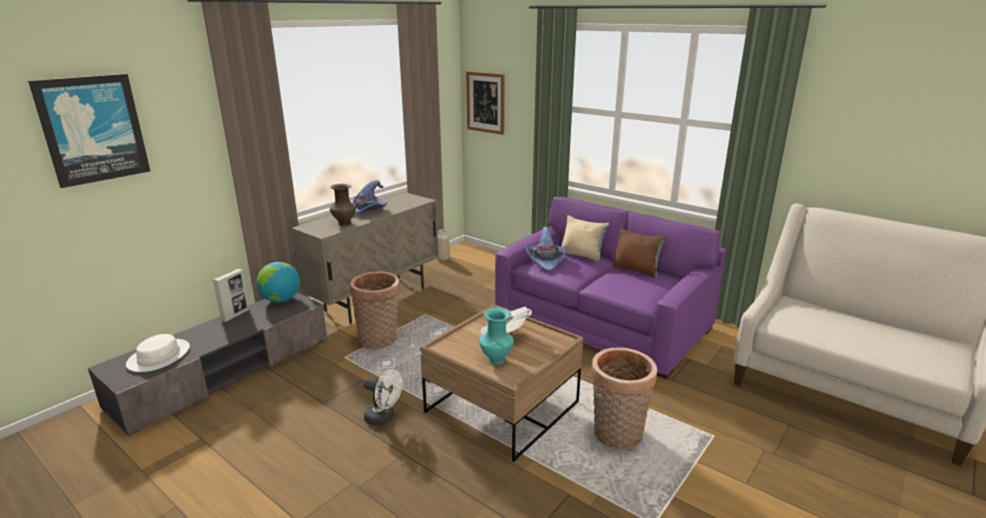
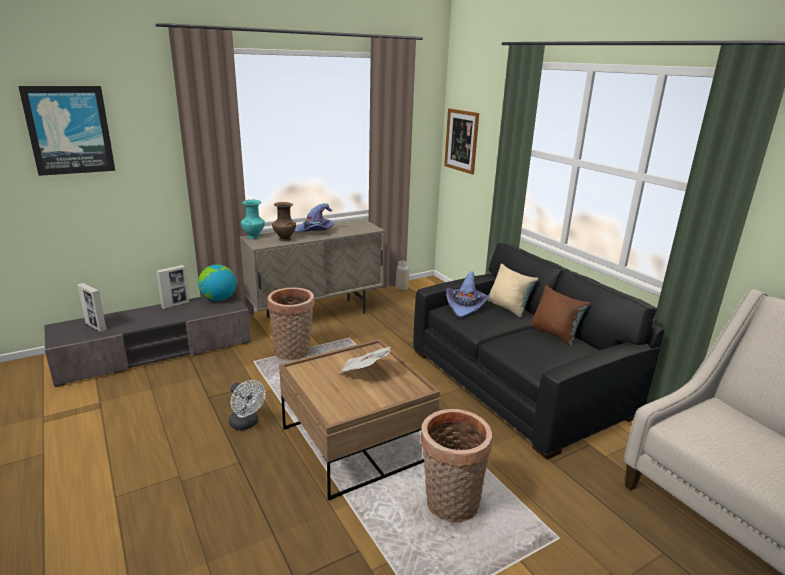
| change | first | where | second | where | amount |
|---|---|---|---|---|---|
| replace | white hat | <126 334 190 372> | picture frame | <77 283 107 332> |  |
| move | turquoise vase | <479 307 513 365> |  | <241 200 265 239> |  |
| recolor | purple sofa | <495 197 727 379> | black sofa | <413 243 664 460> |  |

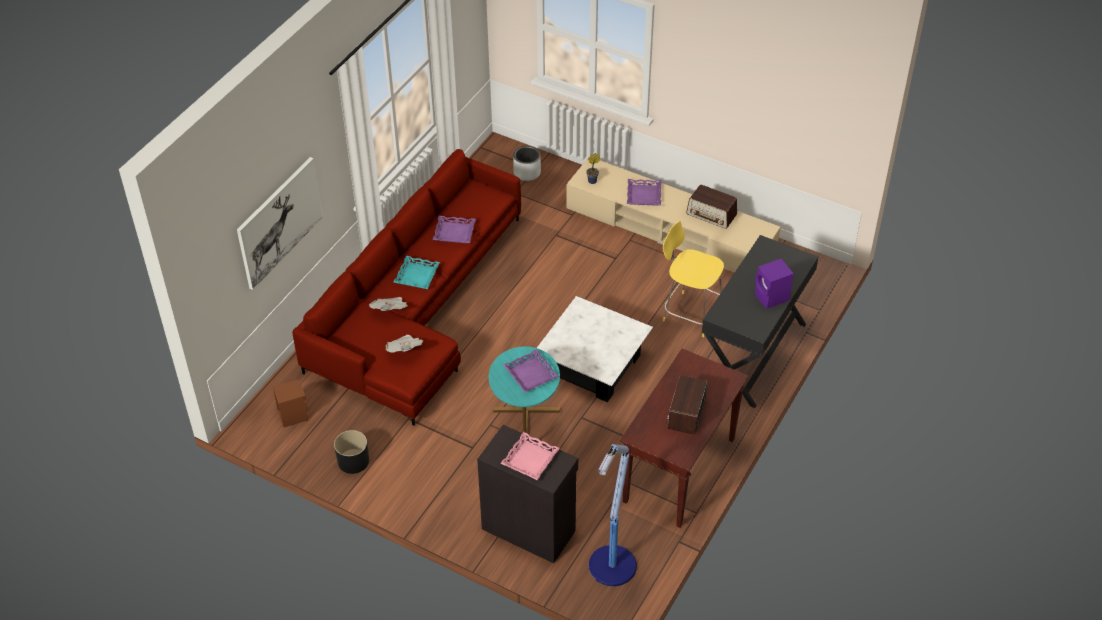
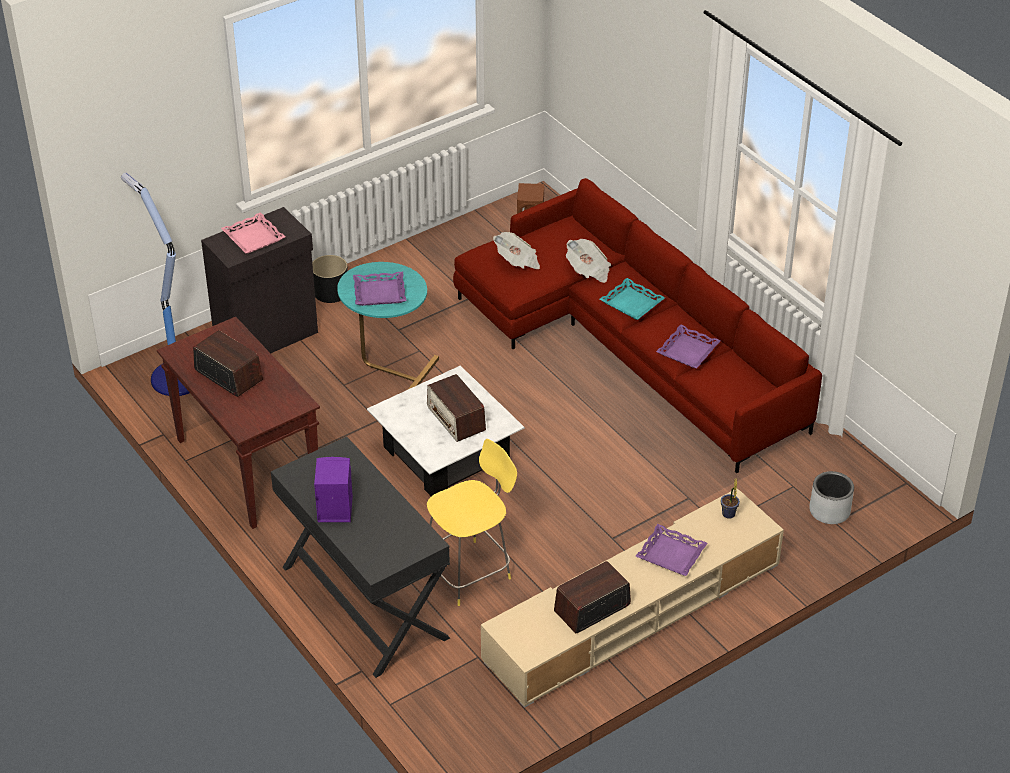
| change | first | where | second | where | amount |
|---|---|---|---|---|---|
| move | black planter | <334 430 369 474> |  | <312 255 348 303> |  |
| insert |  |  | radio | <427 374 486 442> |  |
| delete | picture | <237 157 323 290> |  |  |  |

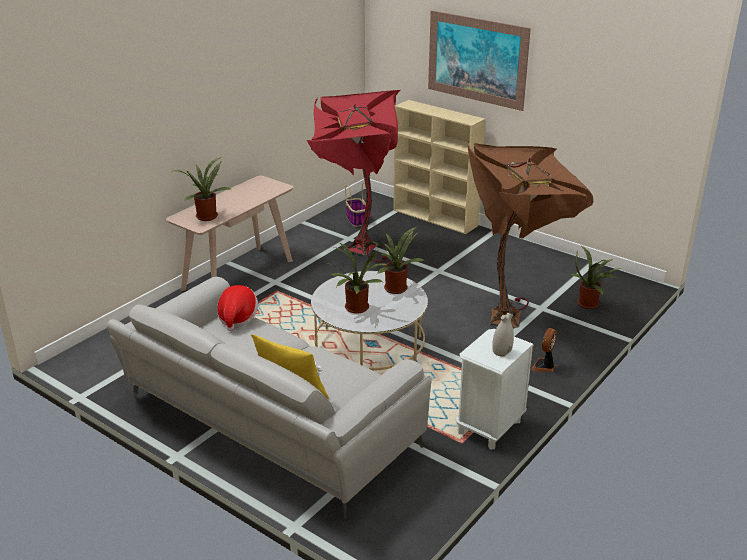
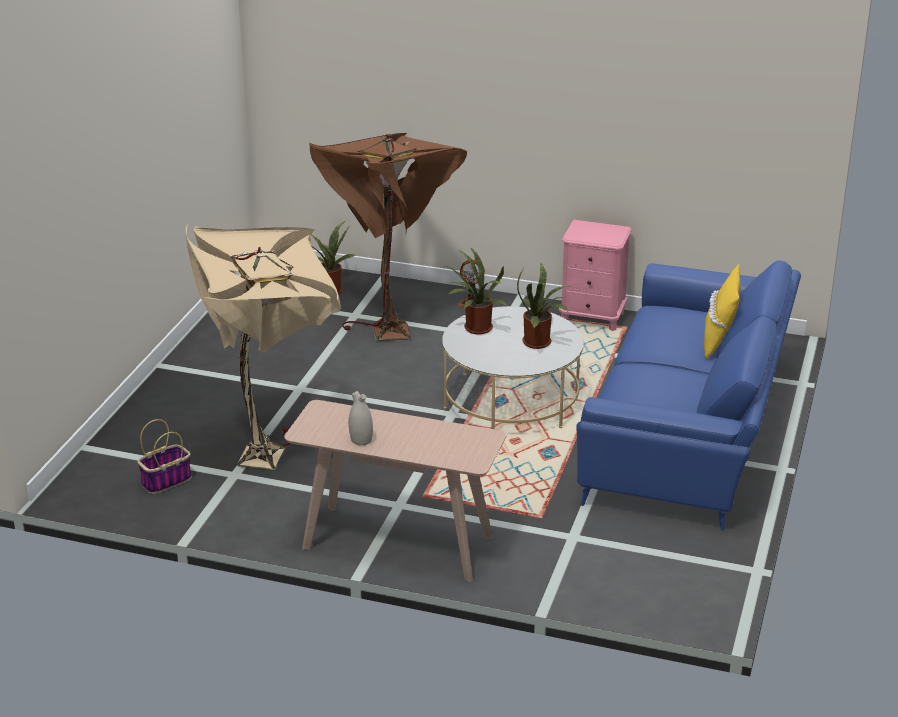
| change | first | where | second | where | amount |
|---|---|---|---|---|---|
| recolor | red floor lamp | <307 90 400 262> | beige floor lamp | <186 223 342 470> |  |
| move | white vase | <492 313 514 356> |  | <348 391 373 445> |  |
| recolor | white nightstand | <456 329 534 450> | pink nightstand | <559 220 632 331> |  |
| recolor | grey sofa | <107 277 431 519> | blue sofa | <576 260 801 531> |  |
| delete | potted plant | <176 157 232 221> |  |  |  |
| delete | hat | <217 285 258 331> |  |  |  |
| delete | beige bookcase | <393 100 485 234> |  |  |  |
| delete | picture | <428 10 531 111> |  |  |  |

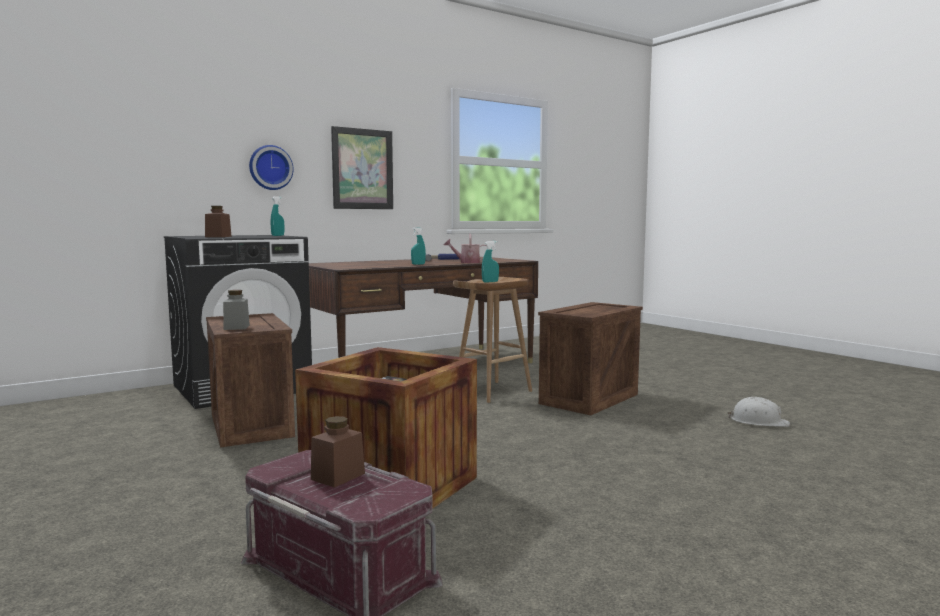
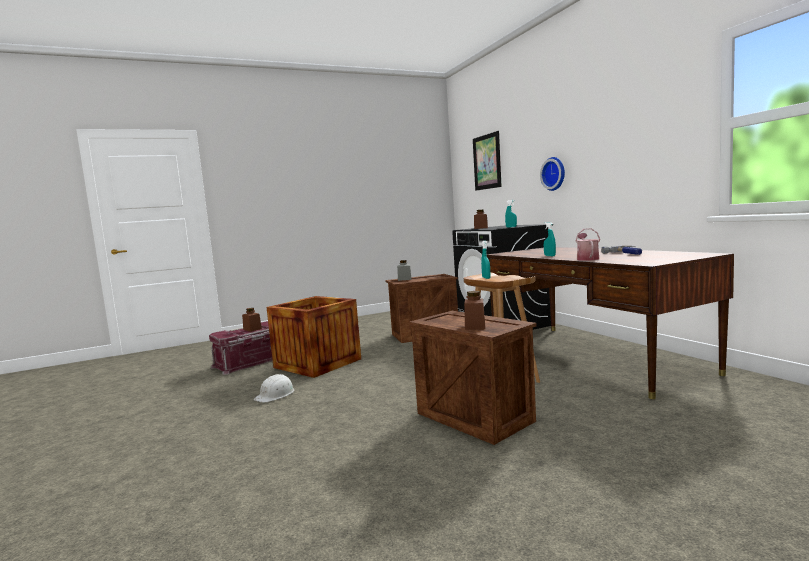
| change | first | where | second | where | amount |
|---|---|---|---|---|---|
| move | white hard hat | <728 397 790 427> |  | <254 374 294 403> |  |
| insert |  |  | brown jar | <464 291 485 330> |  |
| move | picture | <331 126 393 209> |  | <473 131 502 191> |  |

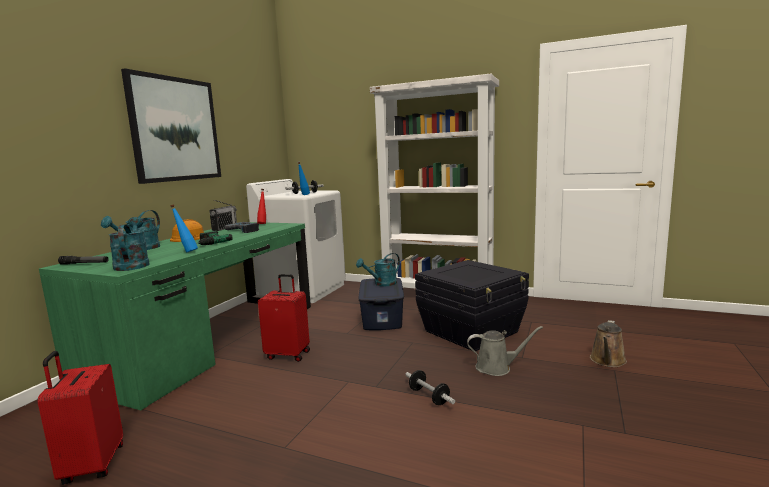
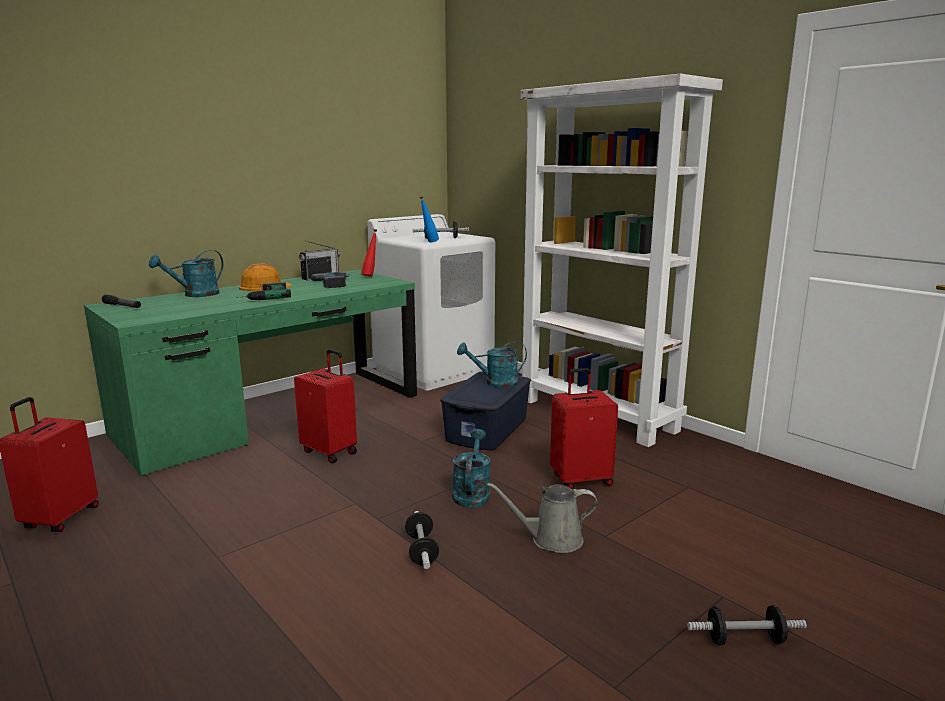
| change | first | where | second | where | amount |
|---|---|---|---|---|---|
| move | turquoise watering can | <109 217 149 271> |  | <452 429 490 508> |  |
| rotate | grey watering can | <467 326 543 376> |  | <487 483 598 553> | 150 degrees clockwise |
| replace | black storage box | <415 260 529 351> | red suitcase | <550 368 618 489> |  |
| insert |  |  | dumbbell | <687 605 807 645> |  |
| delete | picture | <121 68 221 184> |  |  |  |
| delete | blue bottle | <171 204 198 253> |  |  |  |
| delete | brown watering can | <590 320 627 367> |  |  |  |

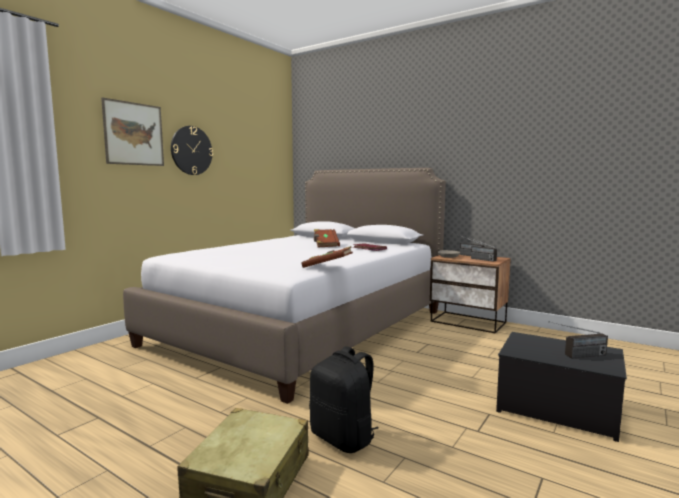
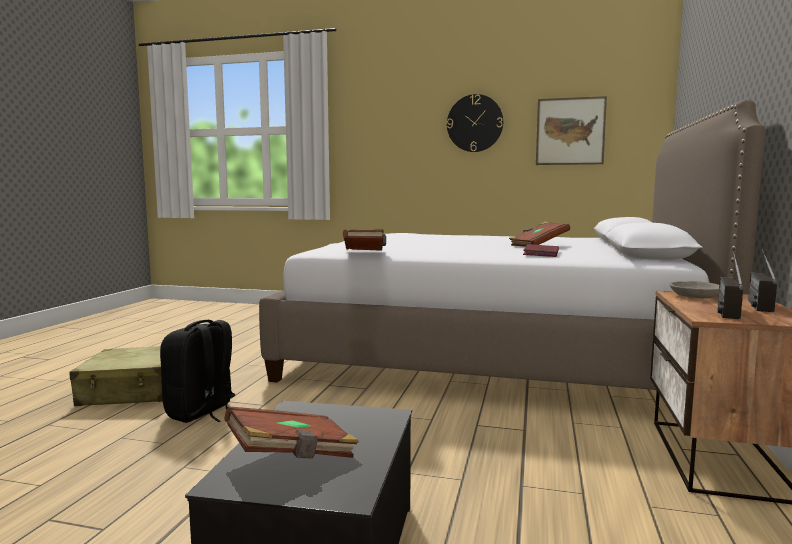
| change | first | where | second | where | amount |
|---|---|---|---|---|---|
| replace | radio | <550 322 608 359> | brown book | <224 406 359 458> |  |
| move | picture | <101 97 164 166> |  | <536 96 607 165> |  |

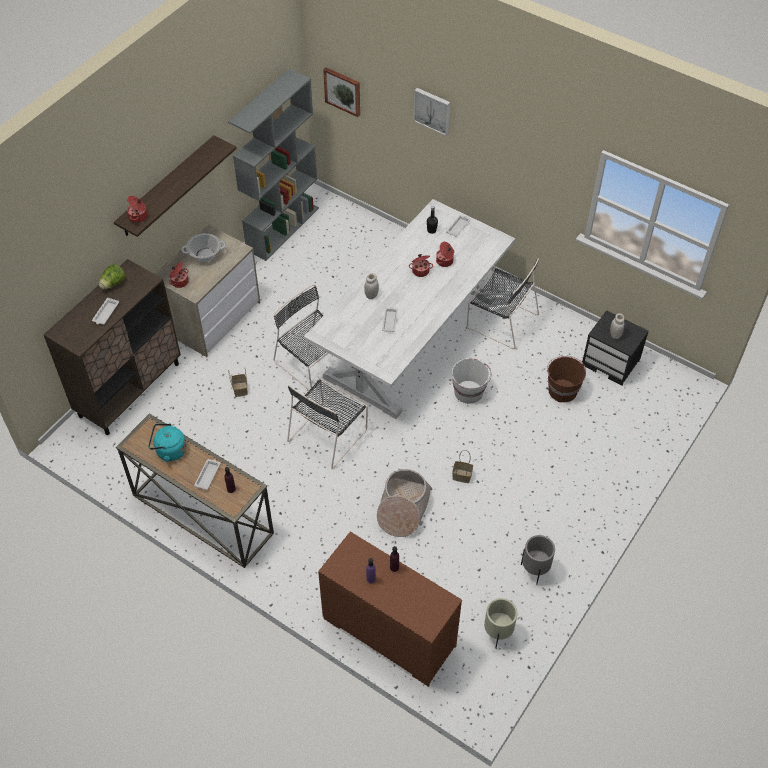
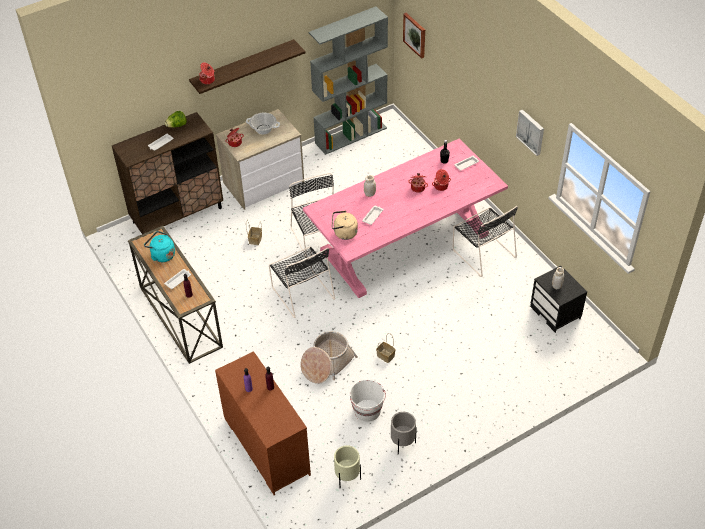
| change | first | where | second | where | amount |
|---|---|---|---|---|---|
| rotate | black chair | <287 378 368 469> |  | <269 246 335 318> | 90 degrees counterclockwise |
| recolor | white dining table | <304 199 515 419> | pink dining table | <303 139 508 298> |  |
| insert |  |  | beige kettle | <332 211 358 240> |  |
| move | white bucket | <452 358 491 404> |  | <350 380 386 422> |  |
| move | picture | <413 88 450 136> |  | <516 109 544 156> |  |
| delete | brown bucket | <547 356 586 402> |  |  |  |

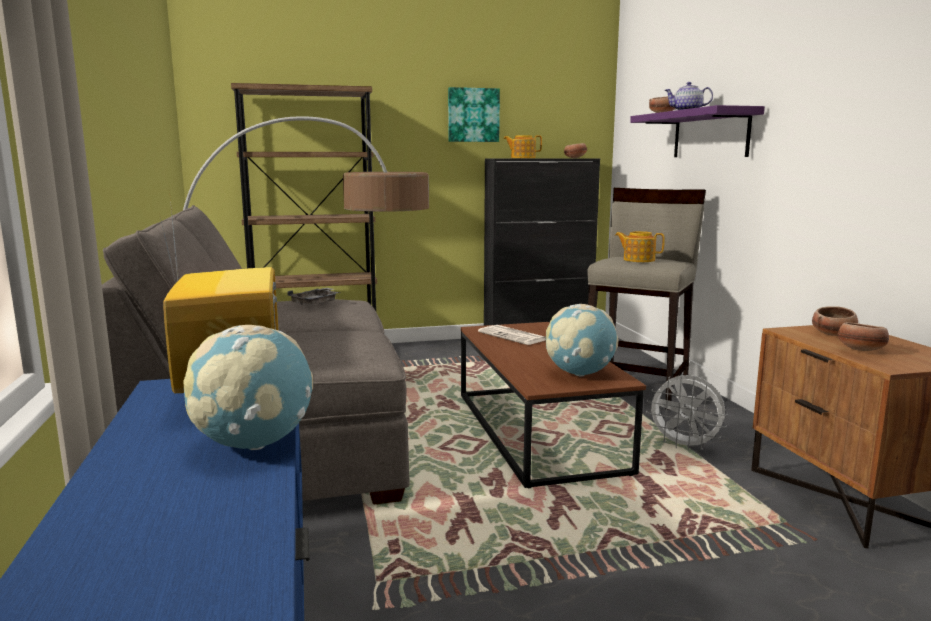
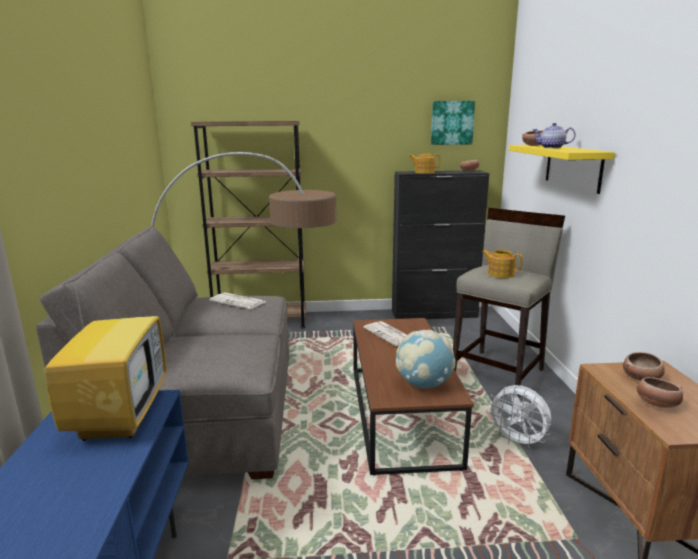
| change | first | where | second | where | amount |
|---|---|---|---|---|---|
| replace | grey tray | <287 288 341 305> | newspaper | <209 292 265 309> |  |
| move | picture | <448 87 500 142> |  | <431 101 475 145> |  |
| recolor | purple shelf | <630 105 765 157> | yellow shelf | <509 145 615 194> |  |
| delete | globe | <183 325 313 450> |  |  |  |

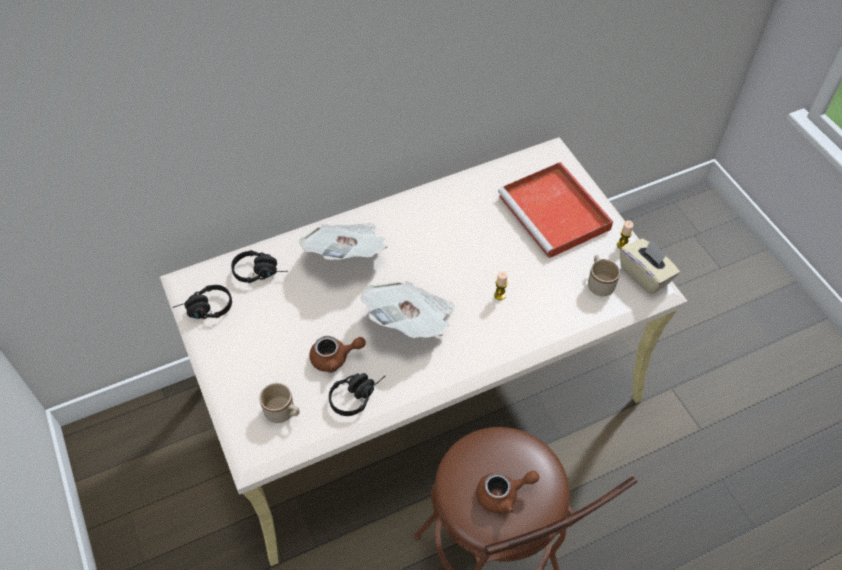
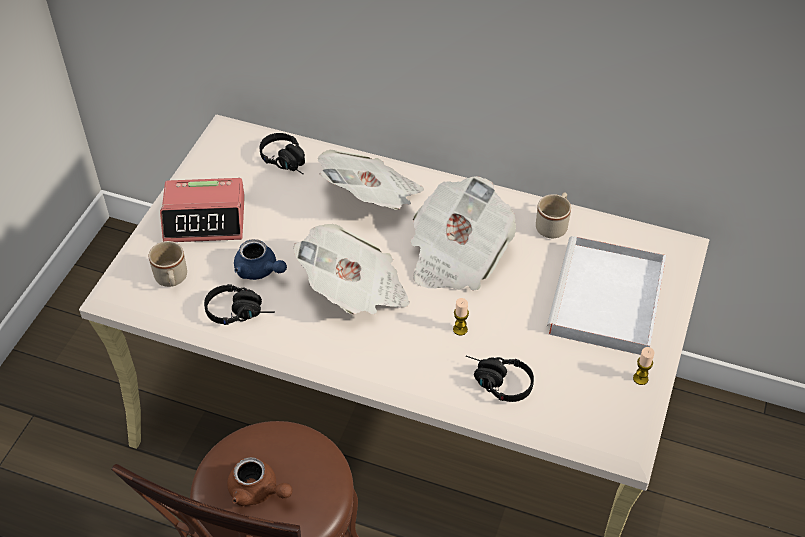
| change | first | where | second | where | amount |
|---|---|---|---|---|---|
| insert |  |  | alarm clock | <160 178 245 242> |  |
| recolor | brown teapot | <309 336 366 373> | blue teapot | <234 239 287 280> |  |
| insert |  |  | newspaper | <411 176 516 291> |  |
| move | black headphones | <172 285 232 319> |  | <466 356 534 402> |  |
| move | beige mug | <588 255 620 296> |  | <536 192 571 238> |  |
| recolor | red tray | <498 162 613 258> | white tray | <547 236 666 355> |  |
| delete | beige tissue box | <620 238 680 294> |  |  |  |

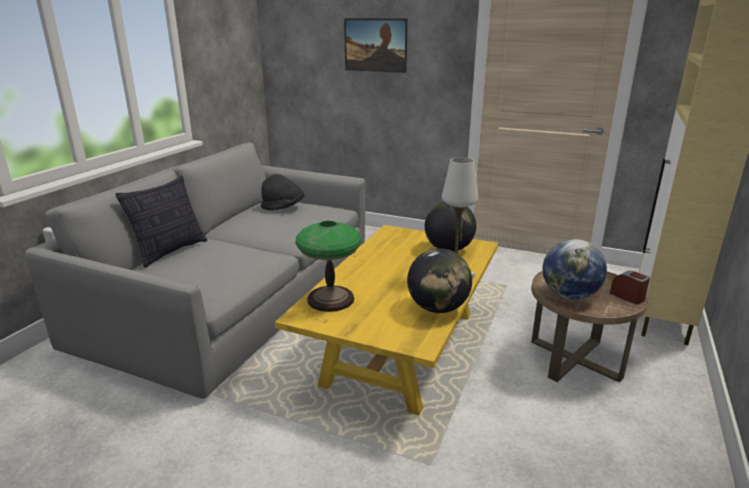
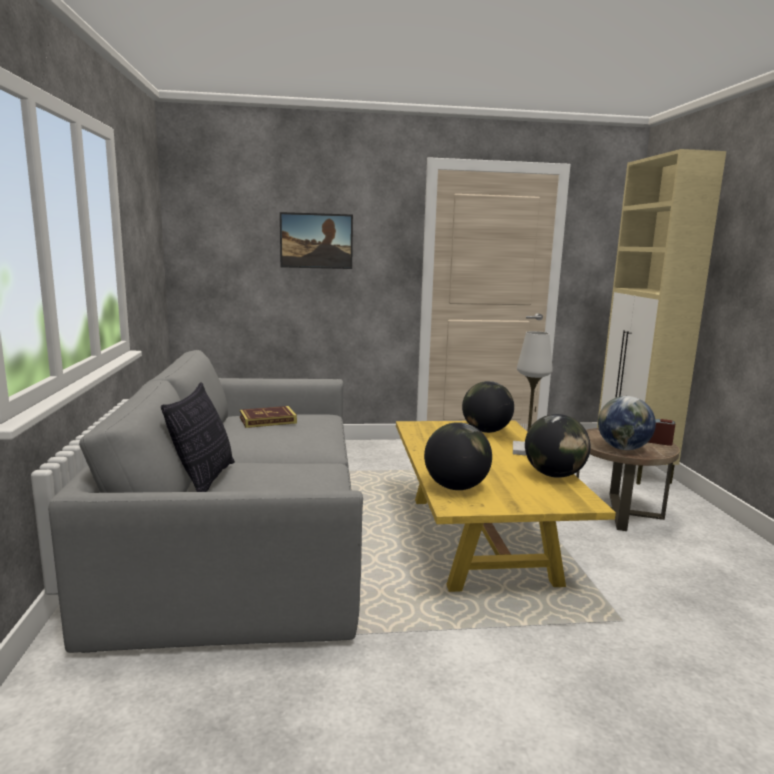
| change | first | where | second | where | amount |
|---|---|---|---|---|---|
| replace | black hat | <261 174 305 210> | book | <240 406 297 428> |  |
| replace | table lamp | <296 221 362 312> | globe | <424 422 492 490> |  |

